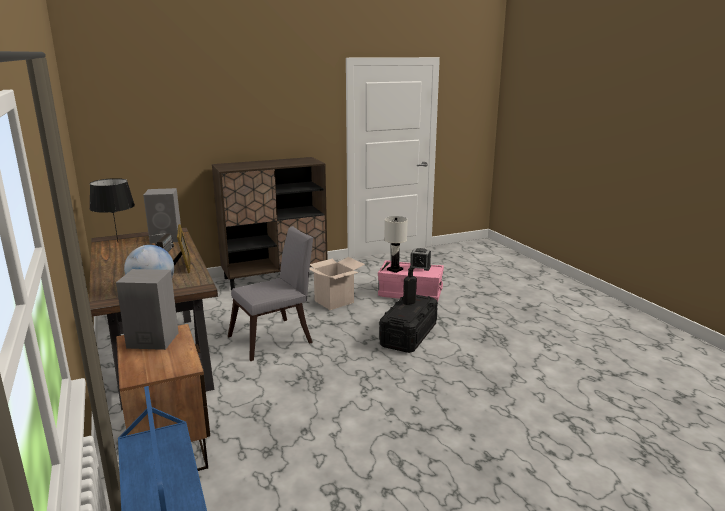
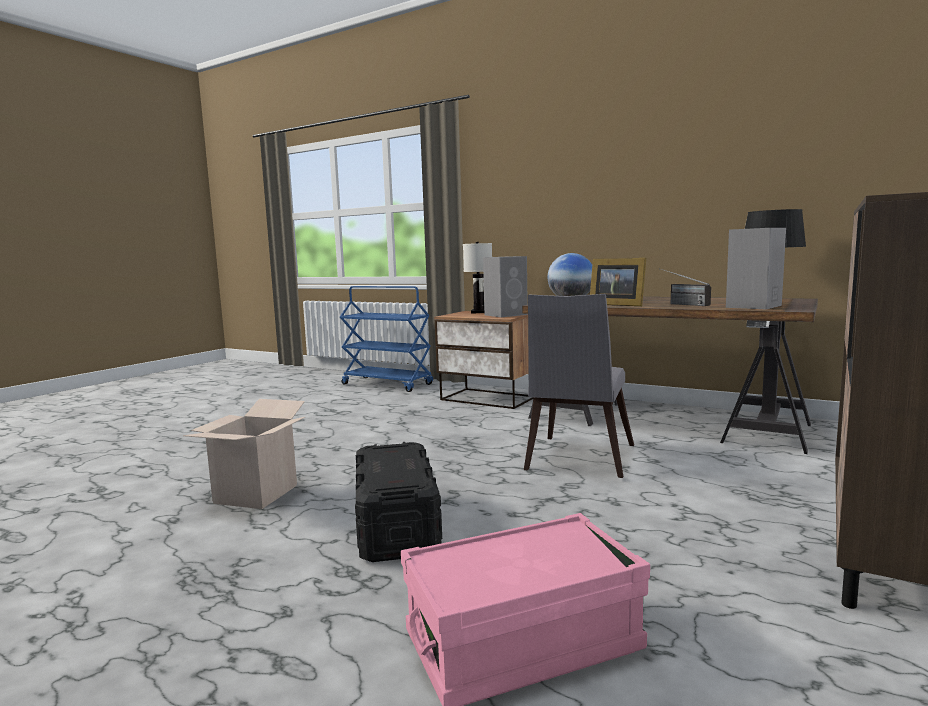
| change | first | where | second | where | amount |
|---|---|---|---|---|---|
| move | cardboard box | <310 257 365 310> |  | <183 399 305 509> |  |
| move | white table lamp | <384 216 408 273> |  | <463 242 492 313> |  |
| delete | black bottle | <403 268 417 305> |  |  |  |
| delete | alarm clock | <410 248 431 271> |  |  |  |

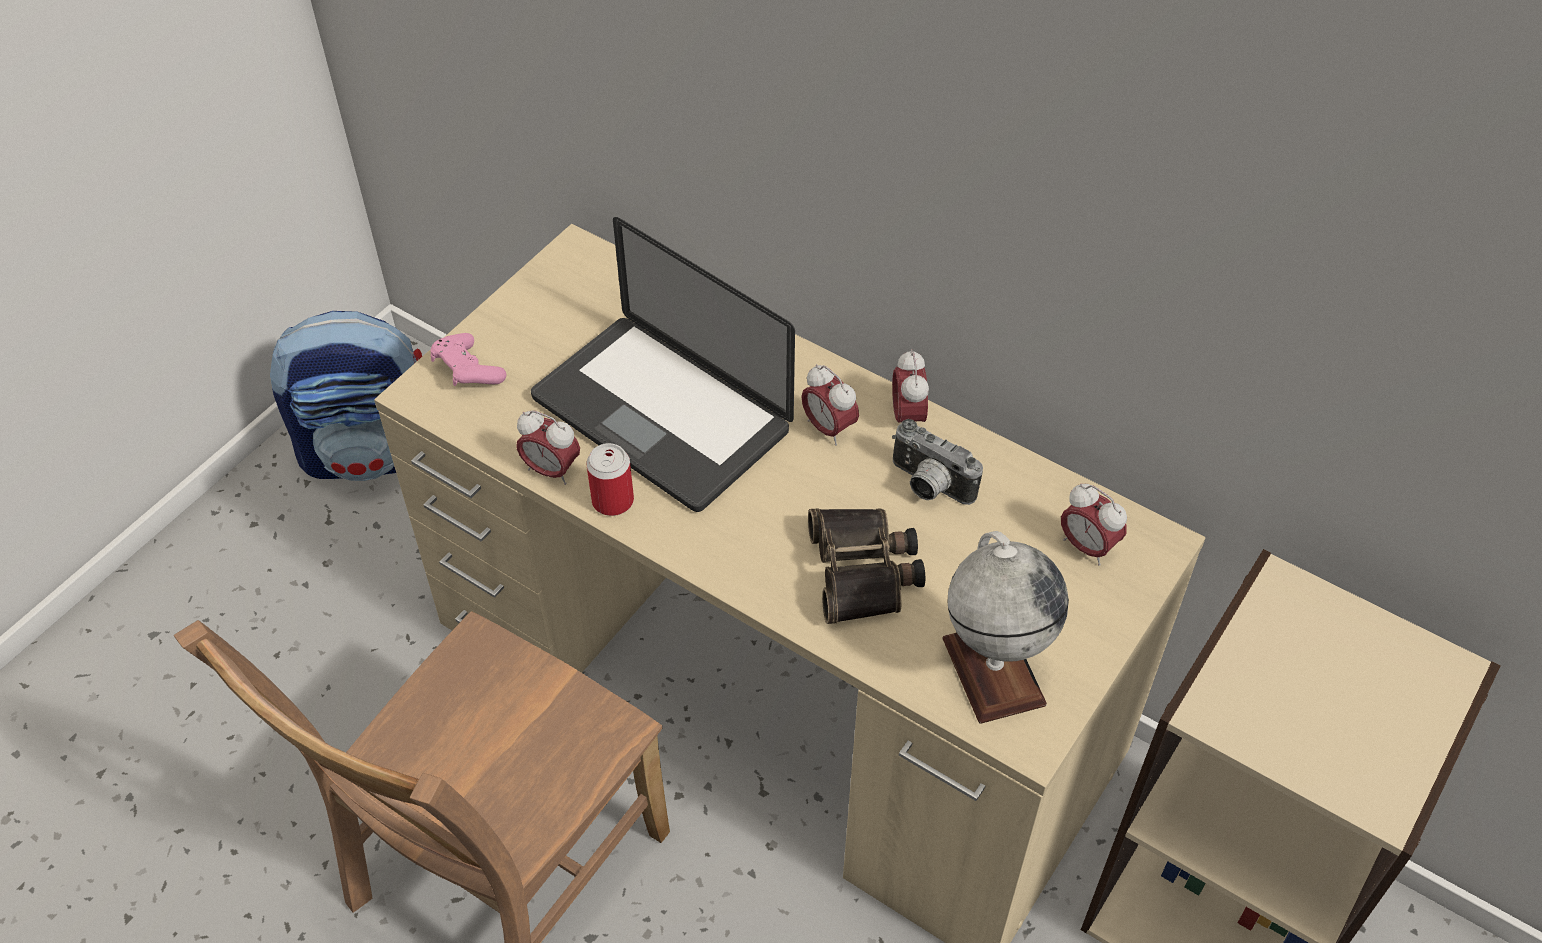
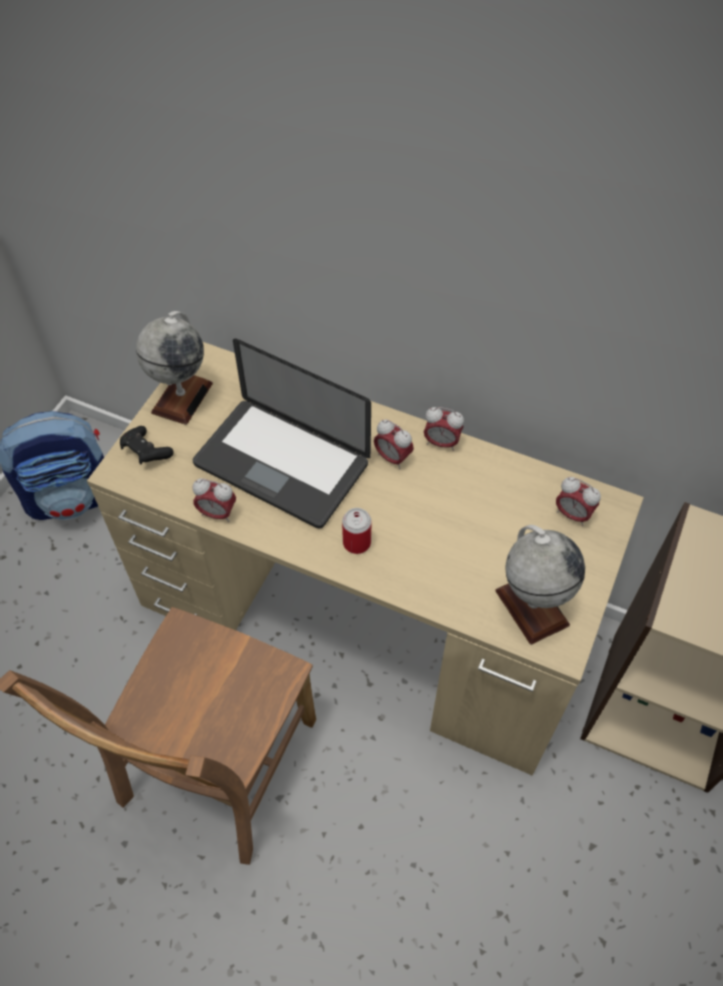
| change | first | where | second | where | amount |
|---|---|---|---|---|---|
| recolor | pink game controller | <430 333 506 386> | black game controller | <120 426 174 465> |  |
| insert |  |  | globe | <136 311 213 425> |  |
| move | can | <586 443 634 516> |  | <342 508 371 554> |  |
| rotate | alarm clock | <892 349 929 423> |  | <424 407 464 451> | 60 degrees counterclockwise |
| delete | binoculars | <808 508 925 624> |  |  |  |
| delete | photo camera | <892 419 983 505> |  |  |  |

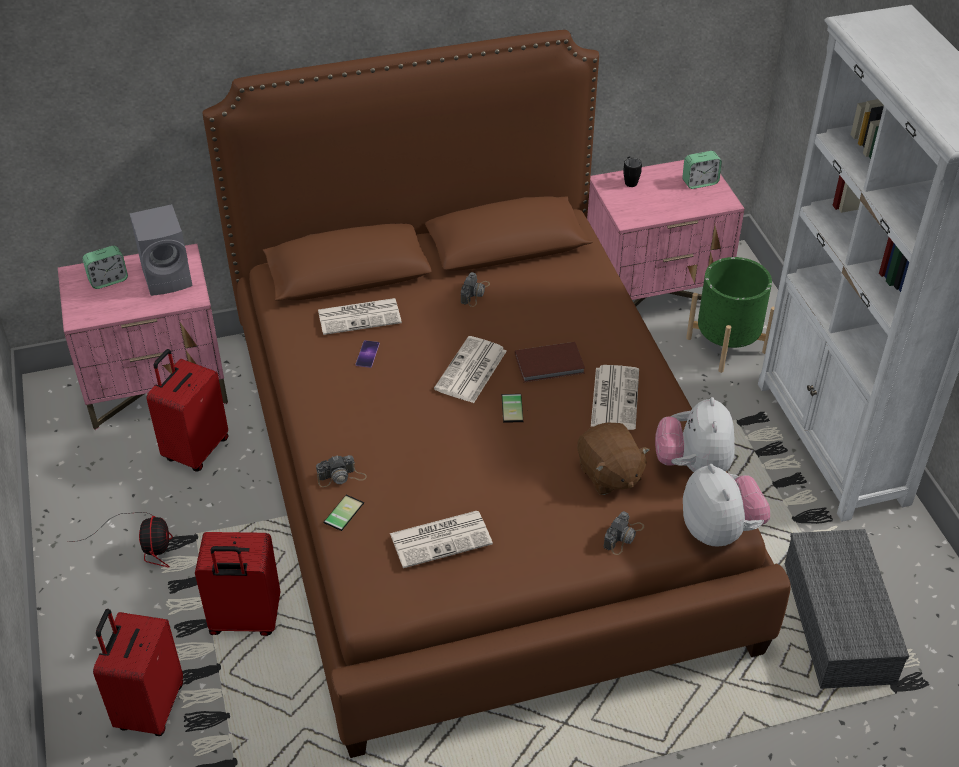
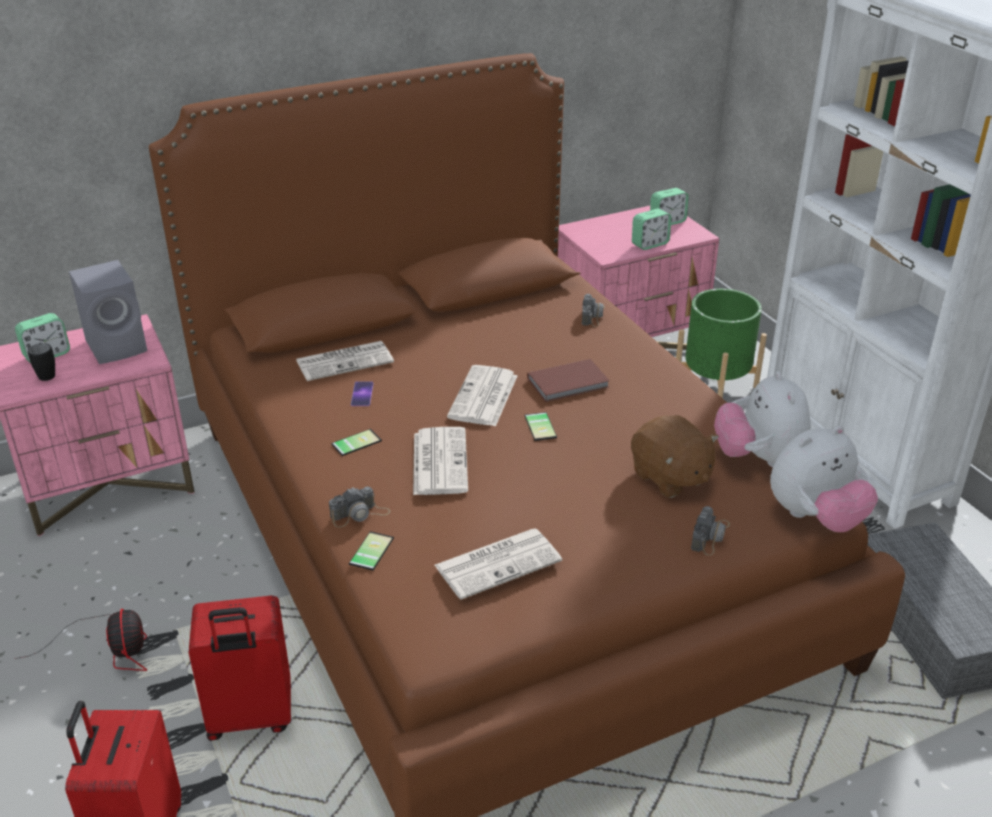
| change | first | where | second | where | amount |
|---|---|---|---|---|---|
| move | black mug | <623 156 642 187> |  | <28 343 55 381> |  |
| insert |  |  | phone | <331 429 382 456> |  |
| move | newspaper | <591 365 639 430> |  | <413 427 468 495> |  |
| move | photo camera | <461 272 490 307> |  | <582 294 605 327> |  |
| insert |  |  | alarm clock | <632 209 671 250> |  |
| rotate | plush toy | <683 464 770 547> |  | <770 426 878 532> | 90 degrees clockwise |
| delete | red suitcase | <146 349 228 472> |  |  |  |

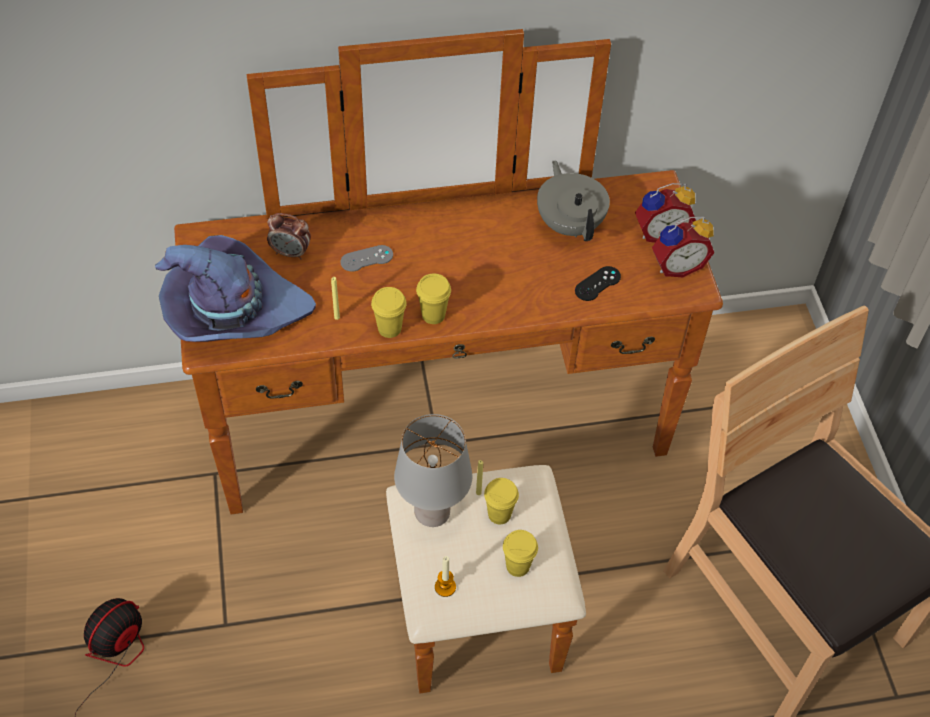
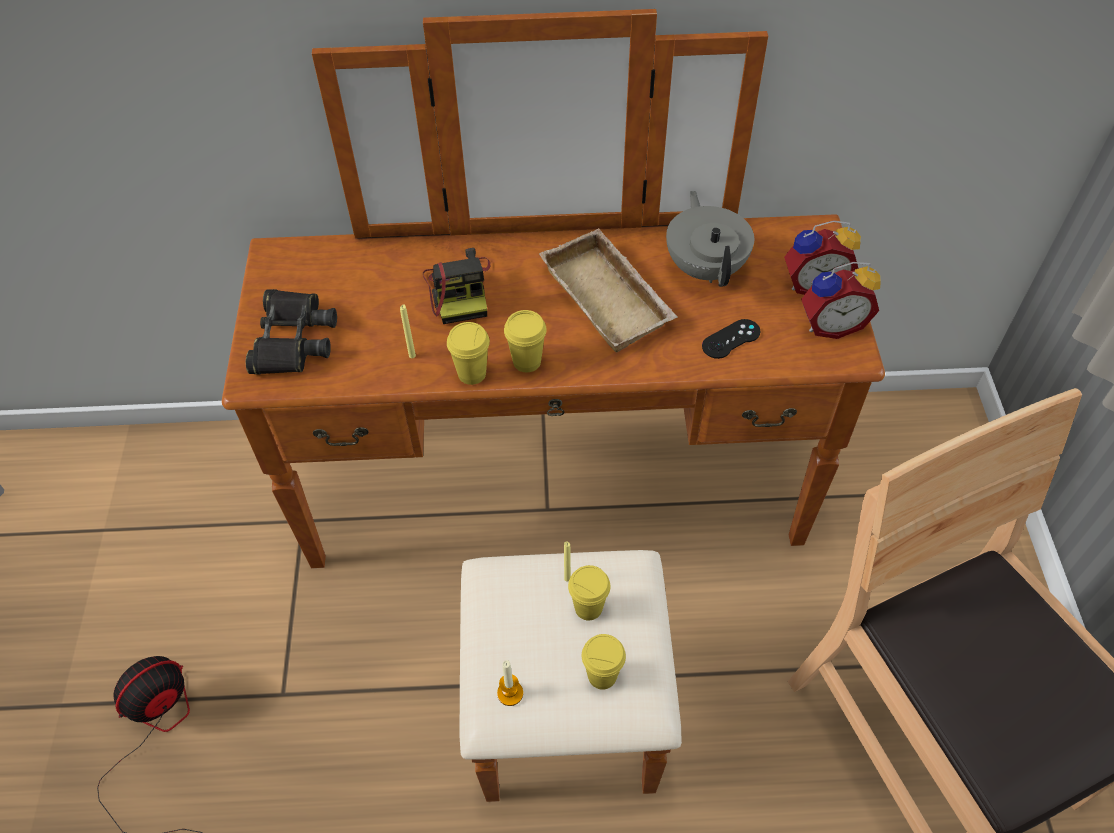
| change | first | where | second | where | amount |
|---|---|---|---|---|---|
| replace | purple hat | <155 235 316 342> | black binoculars | <246 289 337 375> |  |
| replace | grey game controller | <340 245 393 272> | photo camera | <423 248 490 324> |  |
| insert |  |  | beige tray | <539 228 678 352> |  |
| delete | alarm clock | <267 213 311 260> |  |  |  |
| delete | grey table lamp | <394 414 472 527> |  |  |  |

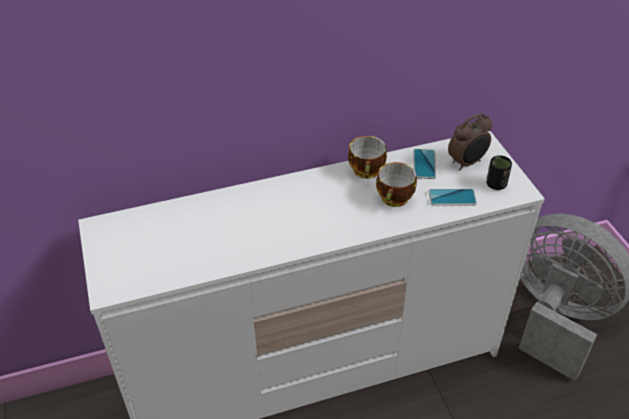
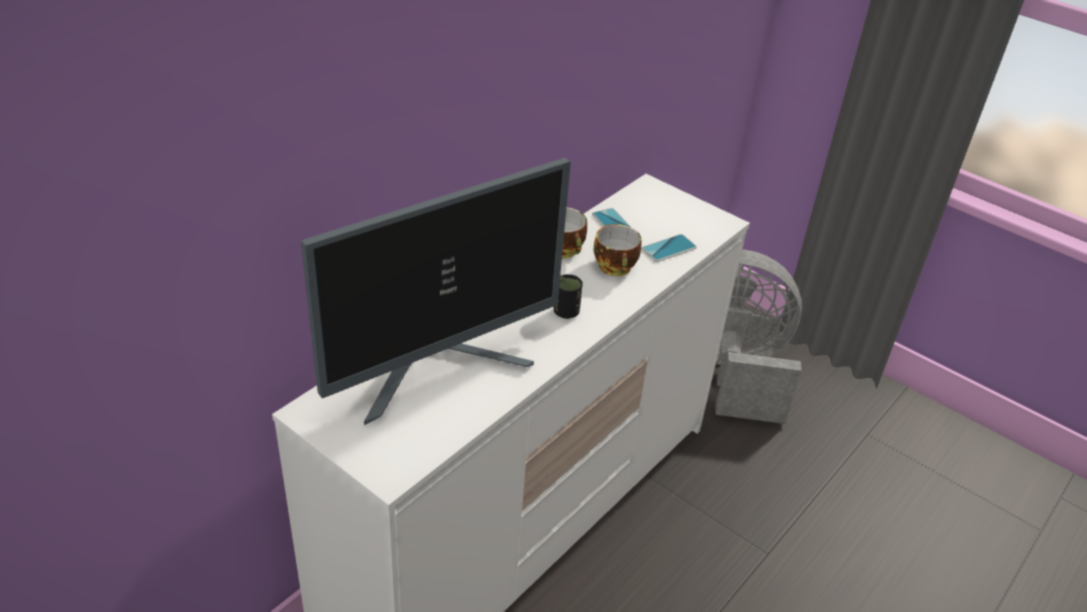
| change | first | where | second | where | amount |
|---|---|---|---|---|---|
| insert |  |  | monitor | <301 158 571 425> |  |
| move | black cup | <486 155 512 190> |  | <554 274 583 319> |  |
| delete | alarm clock | <448 113 492 170> |  |  |  |

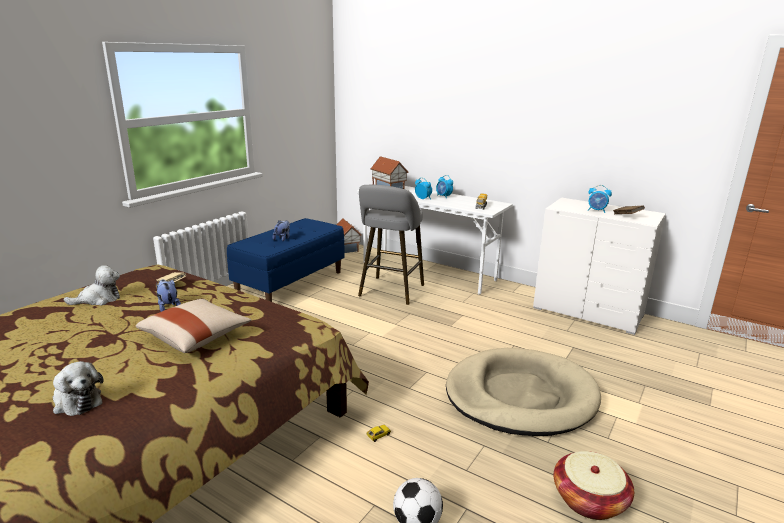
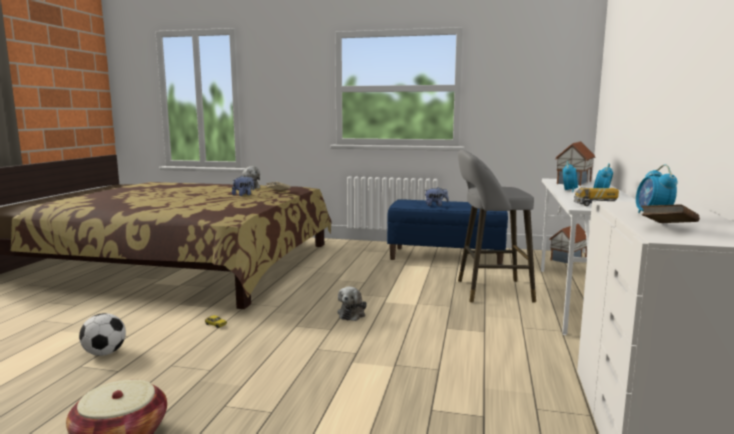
| change | first | where | second | where | amount |
|---|---|---|---|---|---|
| move | plush toy | <53 361 104 416> |  | <337 286 367 321> |  |
| delete | beige pillow | <136 299 251 353> |  |  |  |
| delete | beige dog bed | <446 348 601 436> |  |  |  |

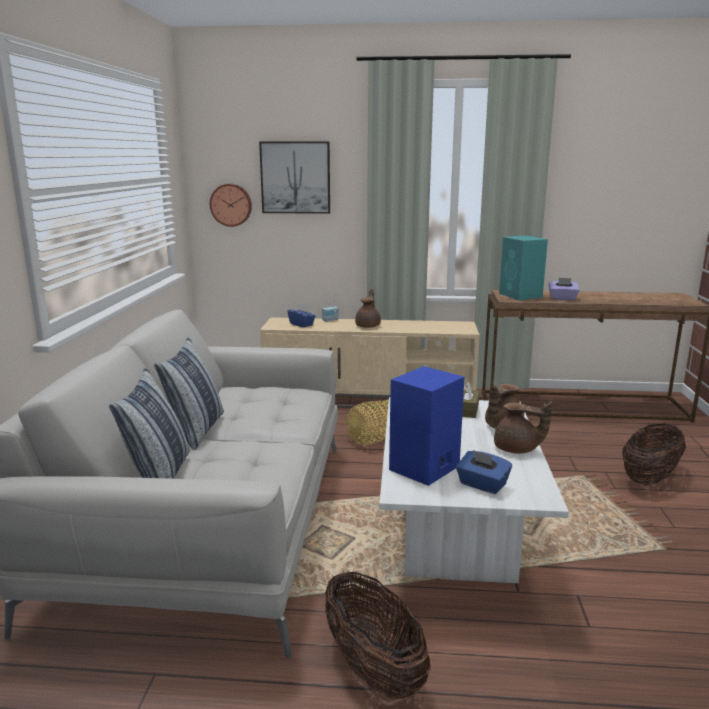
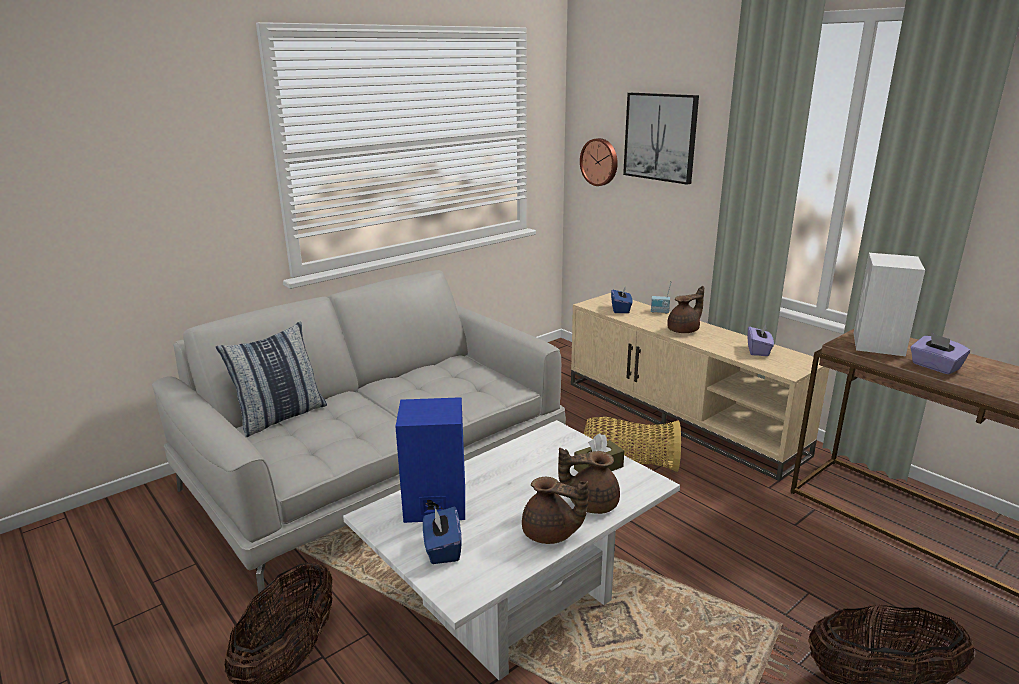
| change | first | where | second | where | amount |
|---|---|---|---|---|---|
| rotate | brown teapot | <494 401 552 454> |  | <522 477 588 544> | 45 degrees counterclockwise |
| insert |  |  | purple tissue box | <748 324 774 356> |  |
| recolor | turquoise speaker | <499 235 548 300> | white speaker | <853 253 925 356> |  |
| delete | pillow | <154 337 224 450> |  |  |  |

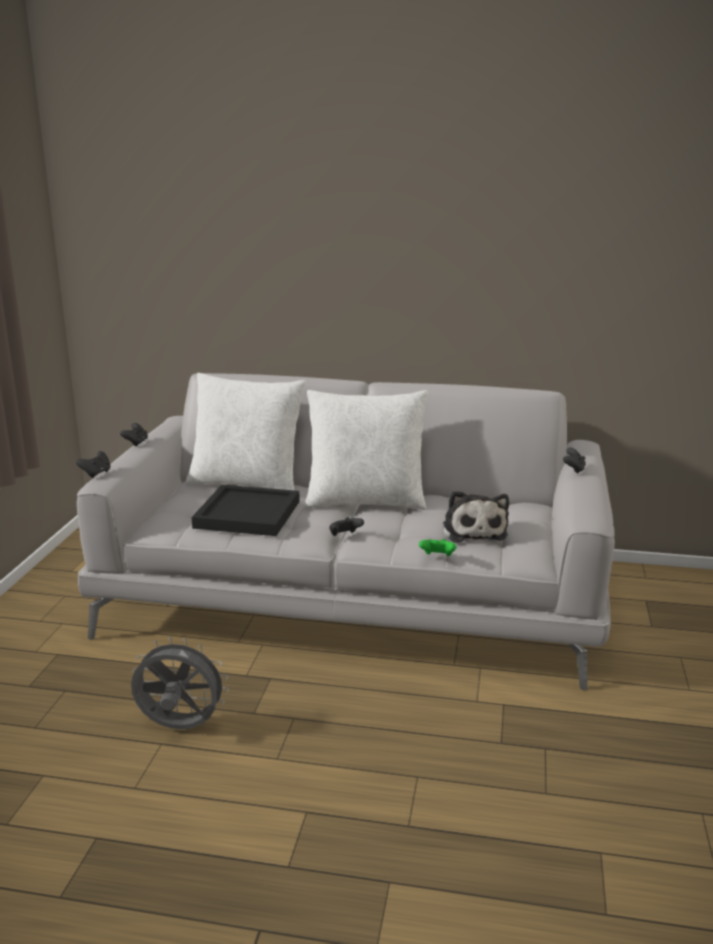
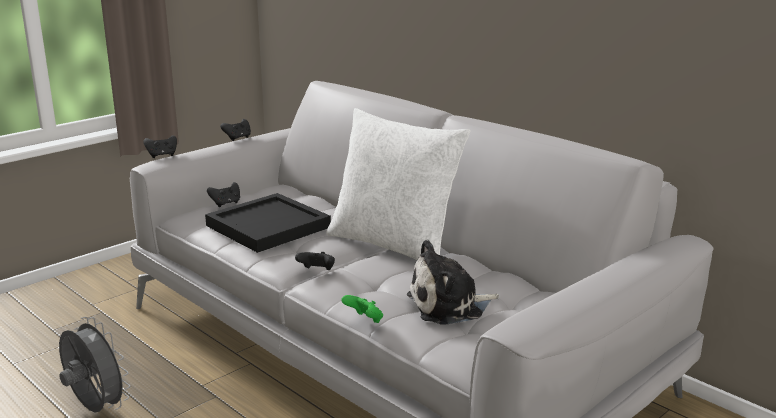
| change | first | where | second | where | amount |
|---|---|---|---|---|---|
| move | black game controller | <563 447 586 474> |  | <207 182 240 207> |  |
| rotate | plush toy | <443 491 509 543> |  | <407 240 499 325> | 45 degrees clockwise |
| delete | white pillow | <186 373 306 491> |  |  |  |

